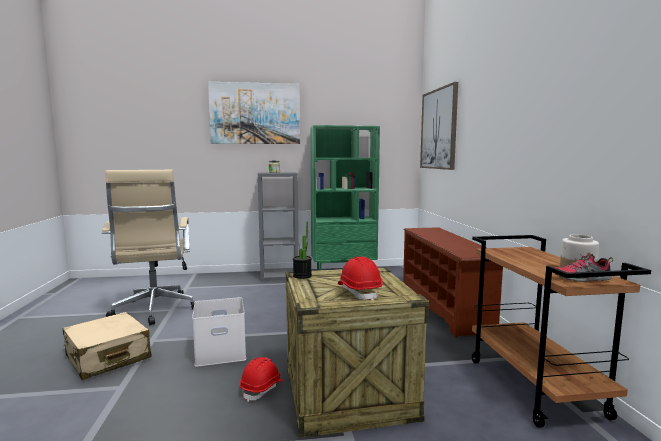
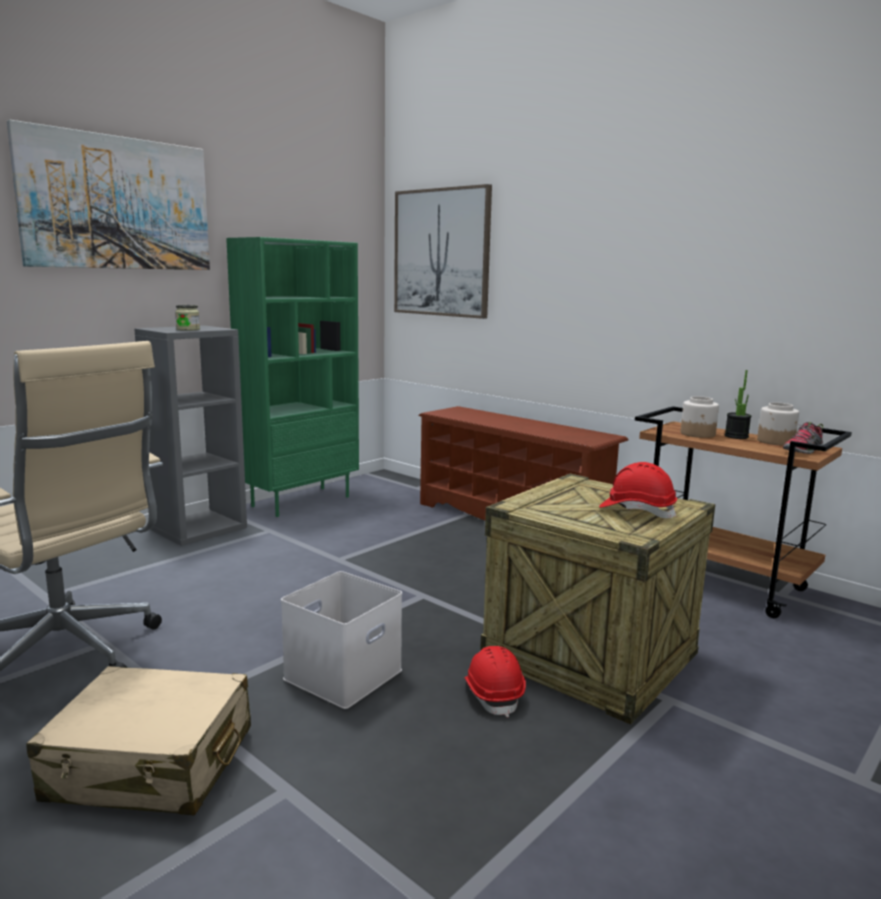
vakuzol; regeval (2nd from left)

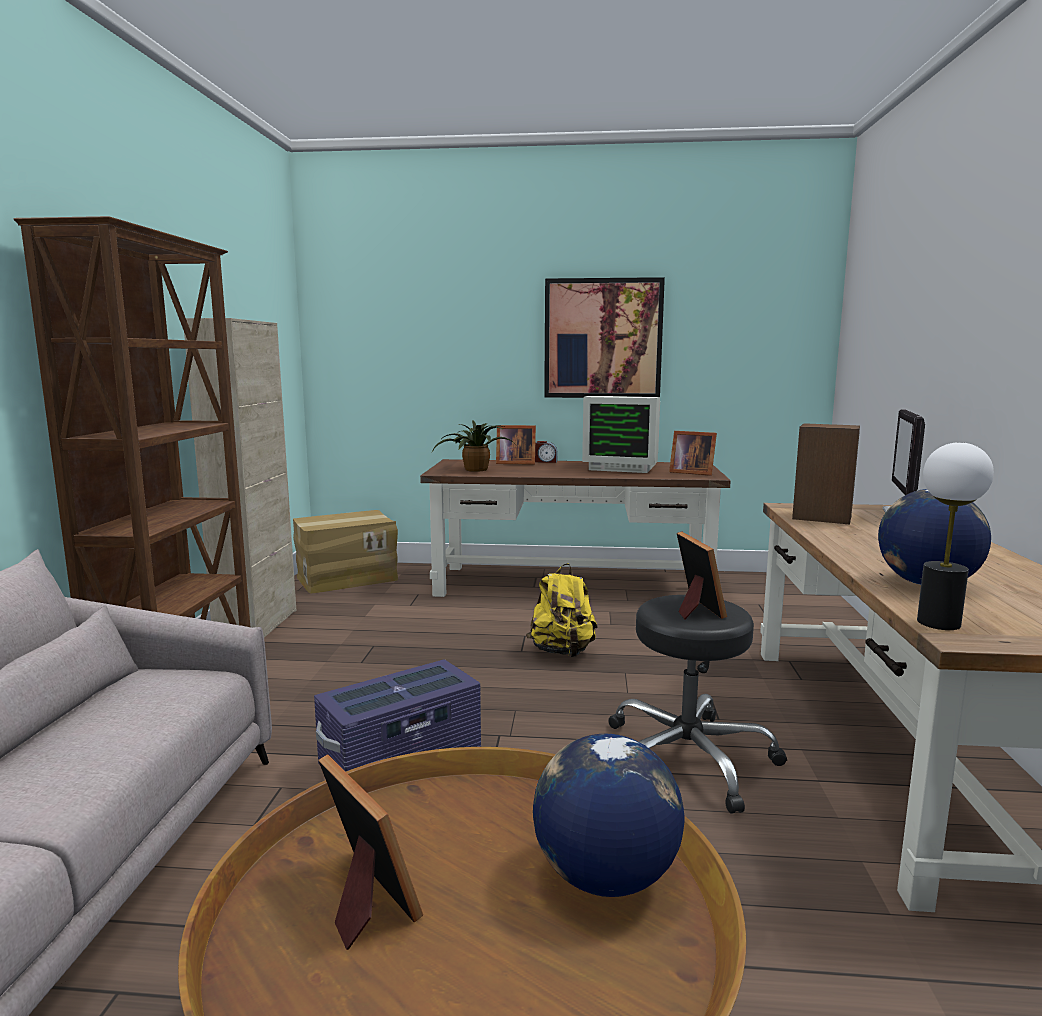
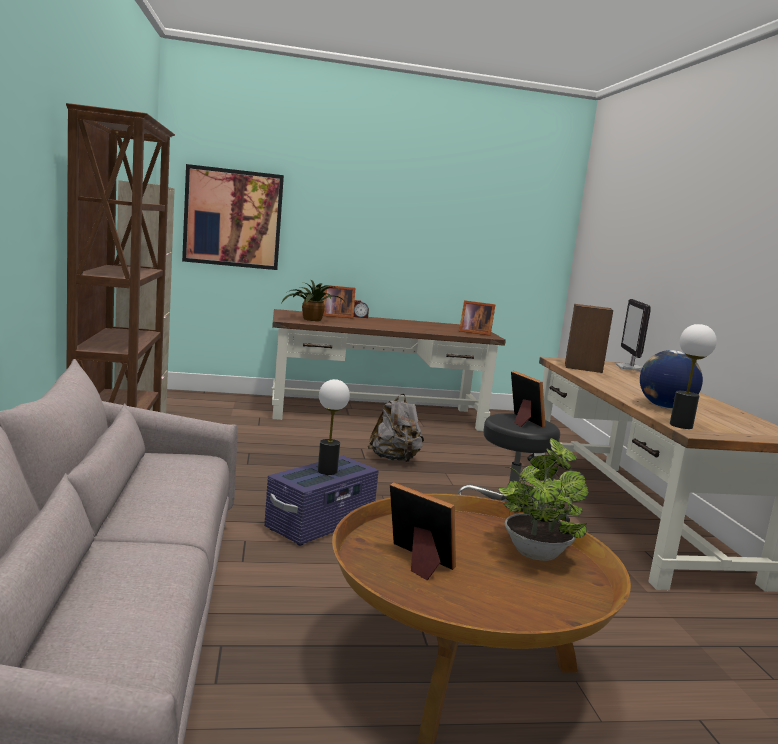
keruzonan; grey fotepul; vakuzol (2nd from left); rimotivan; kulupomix (1st from left in the first image); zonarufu (1st from left)

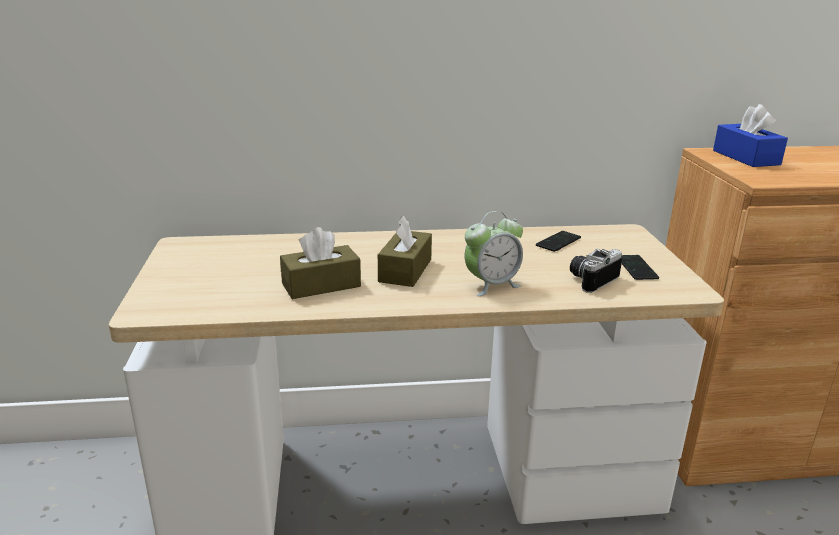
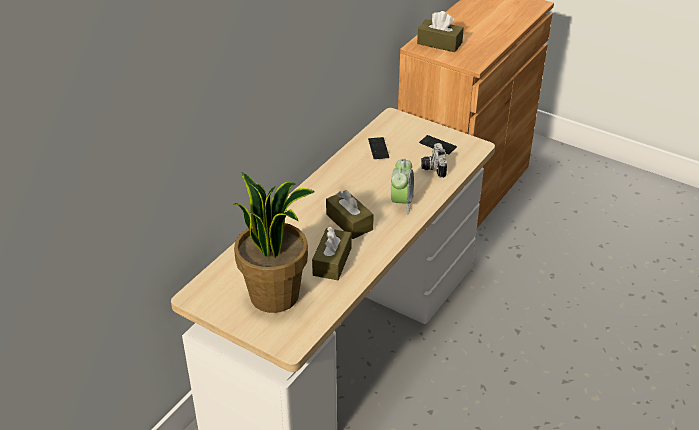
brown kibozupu (3rd from left); vakuzol

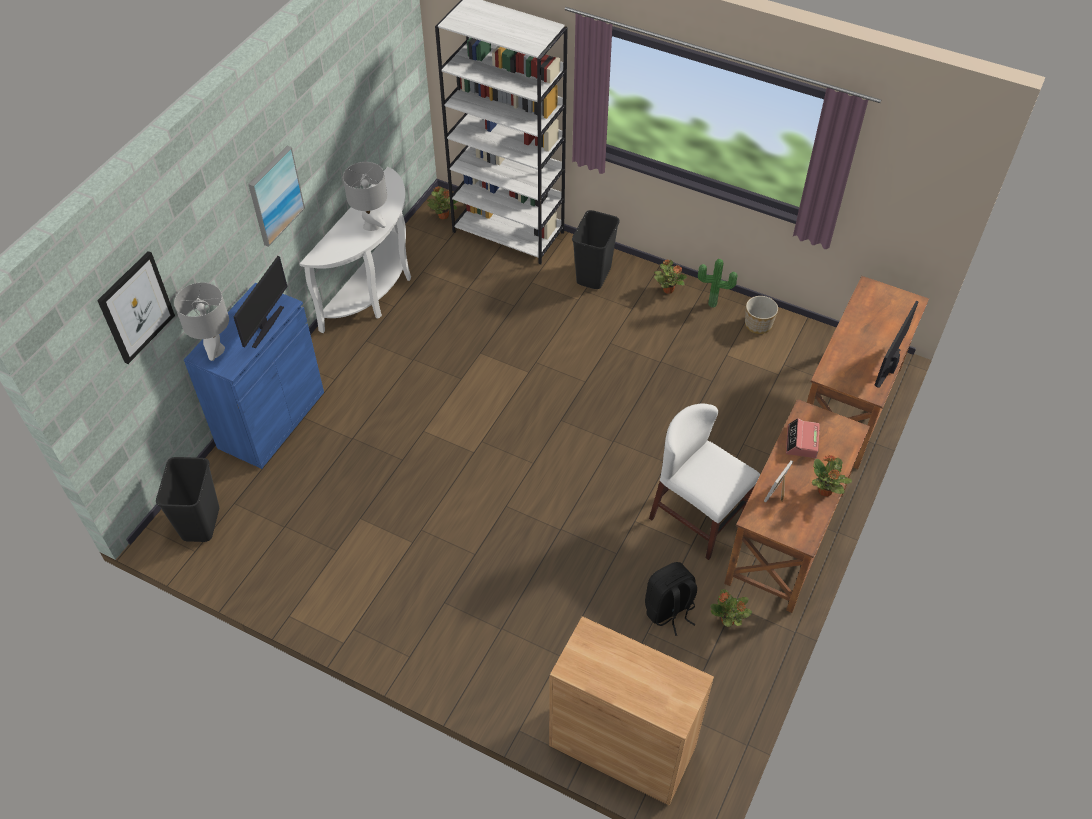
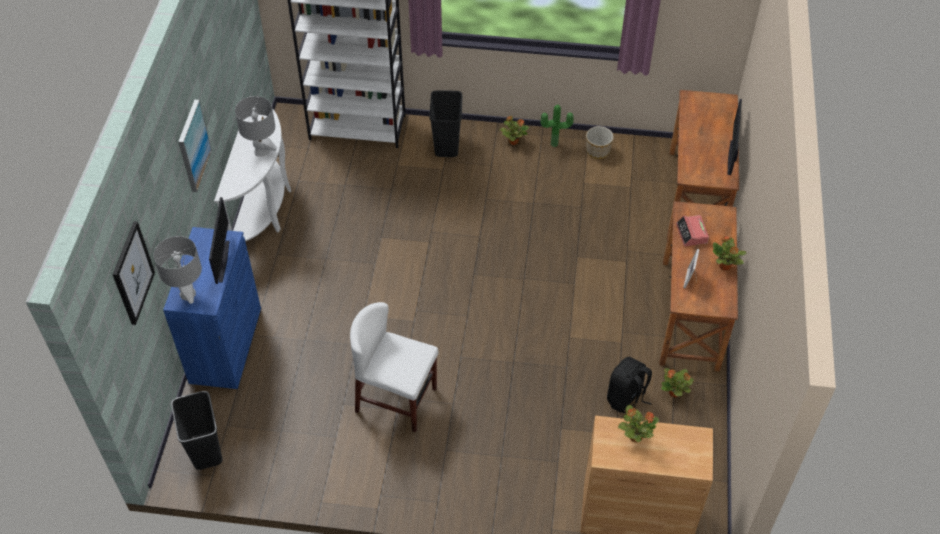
vakuzol (3rd from left); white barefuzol

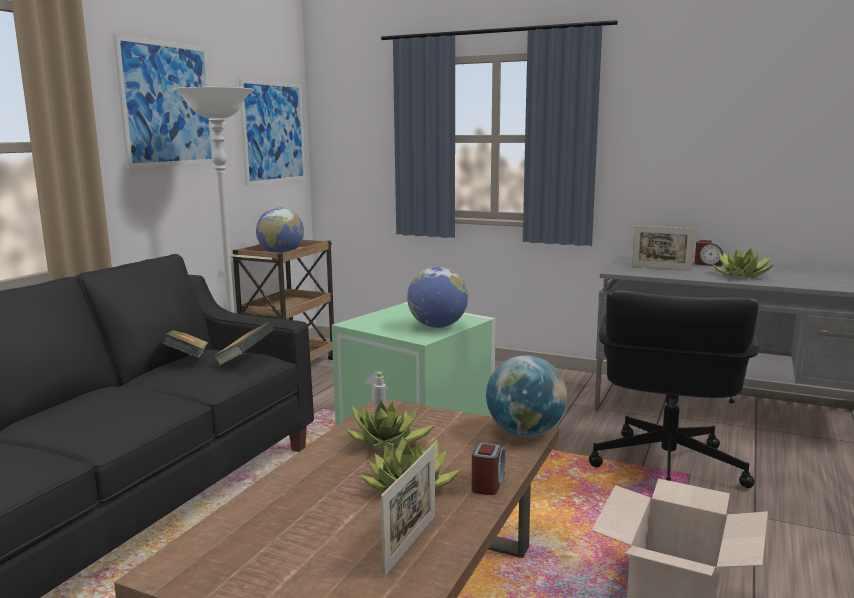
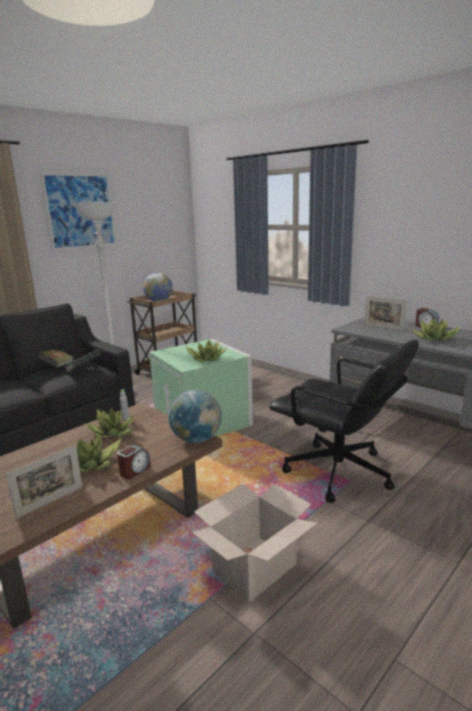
rimotivan (2nd from left in the first image); vakuzol (3rd from left); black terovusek

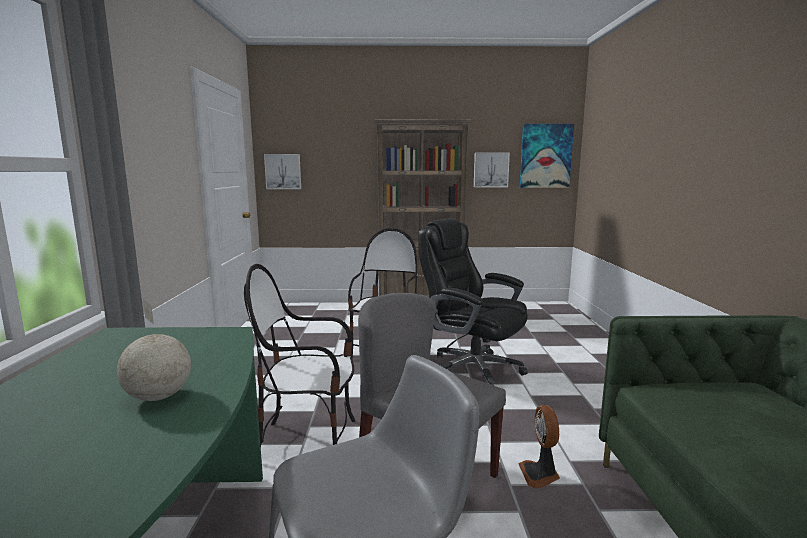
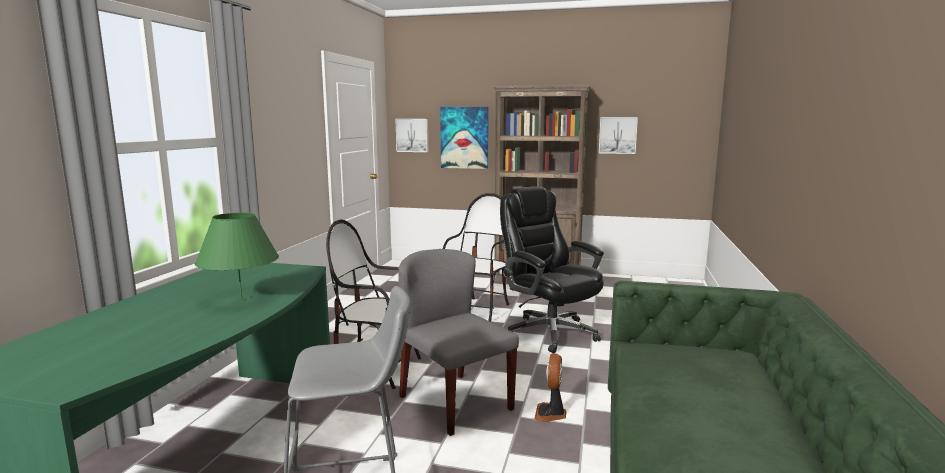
green zonarufu; rimotivan (2nd from left)

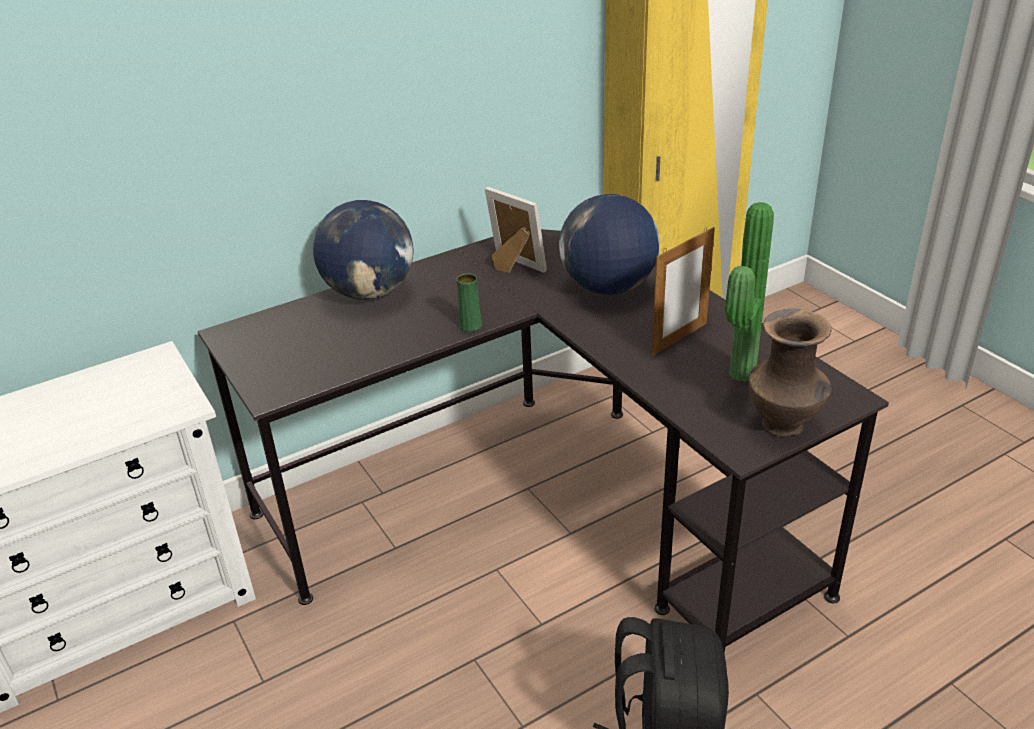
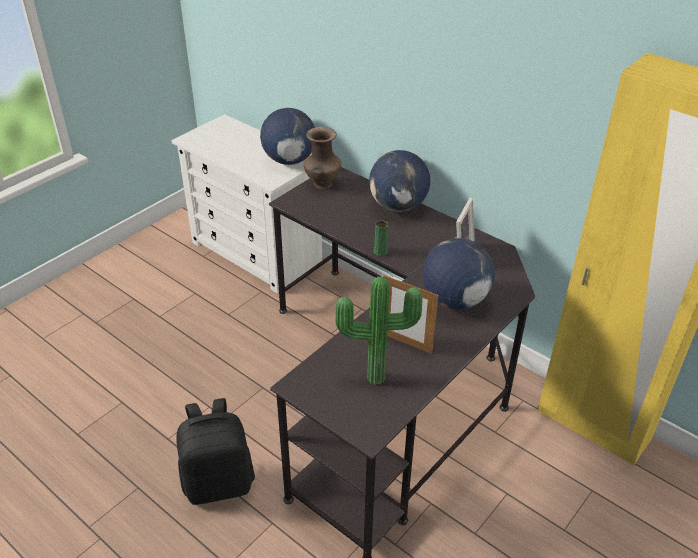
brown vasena; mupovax (1st from left)

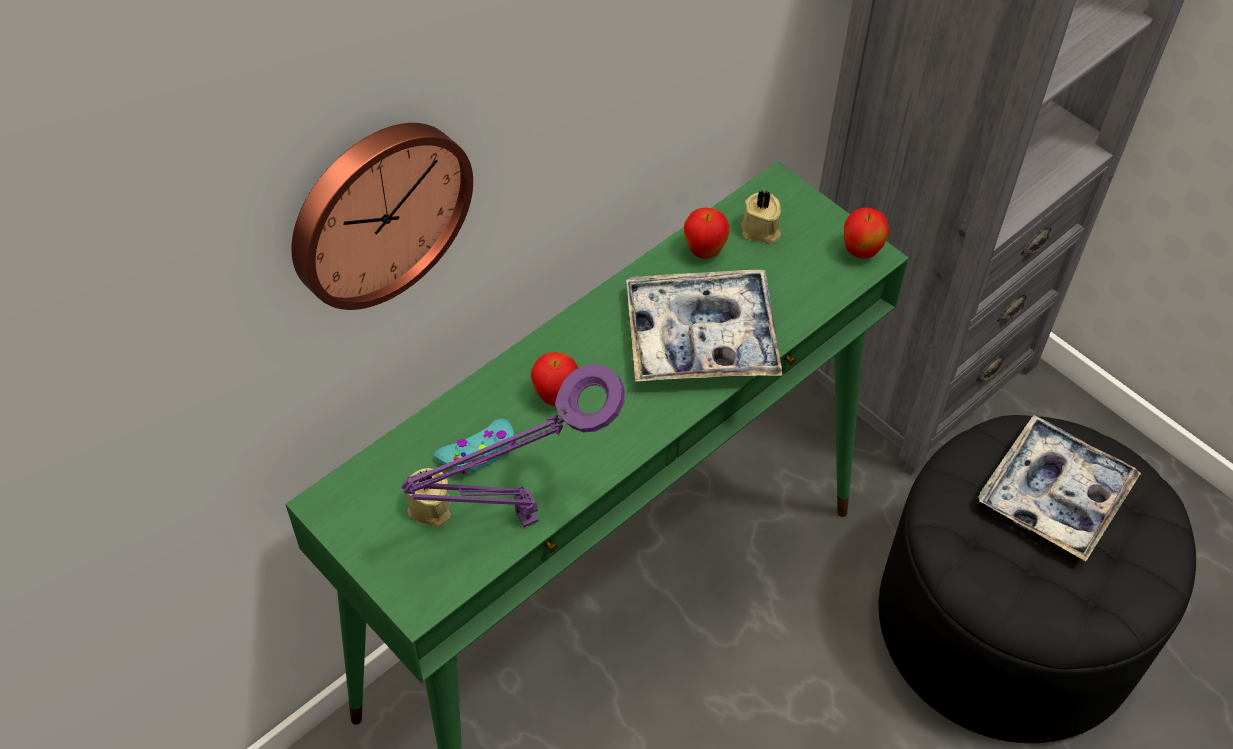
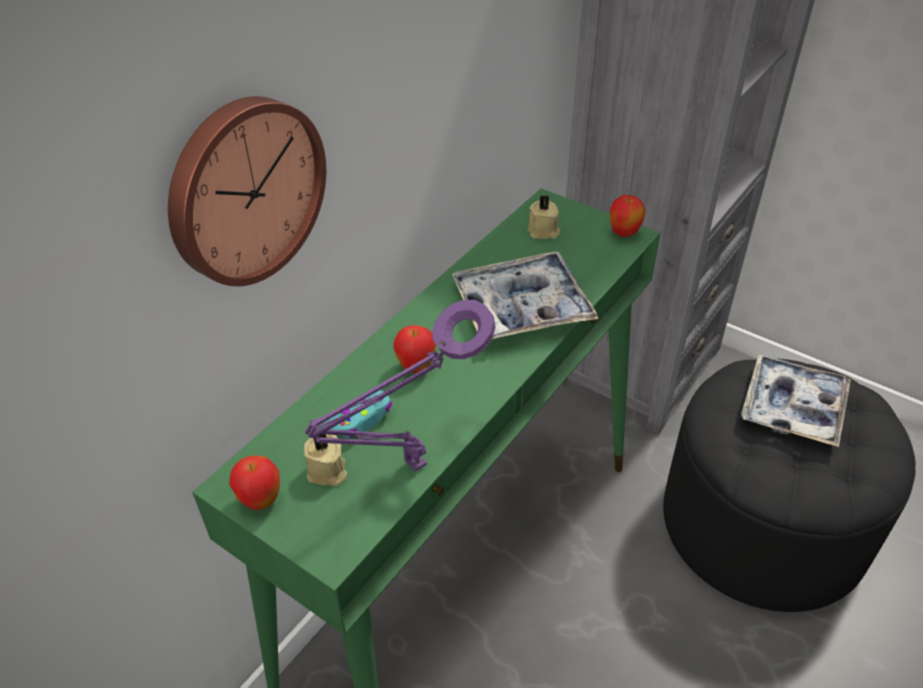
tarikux (1st from left)

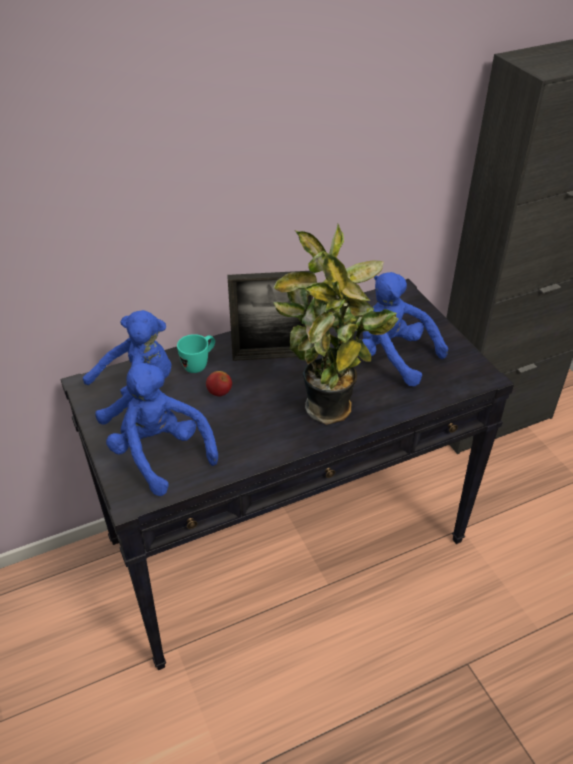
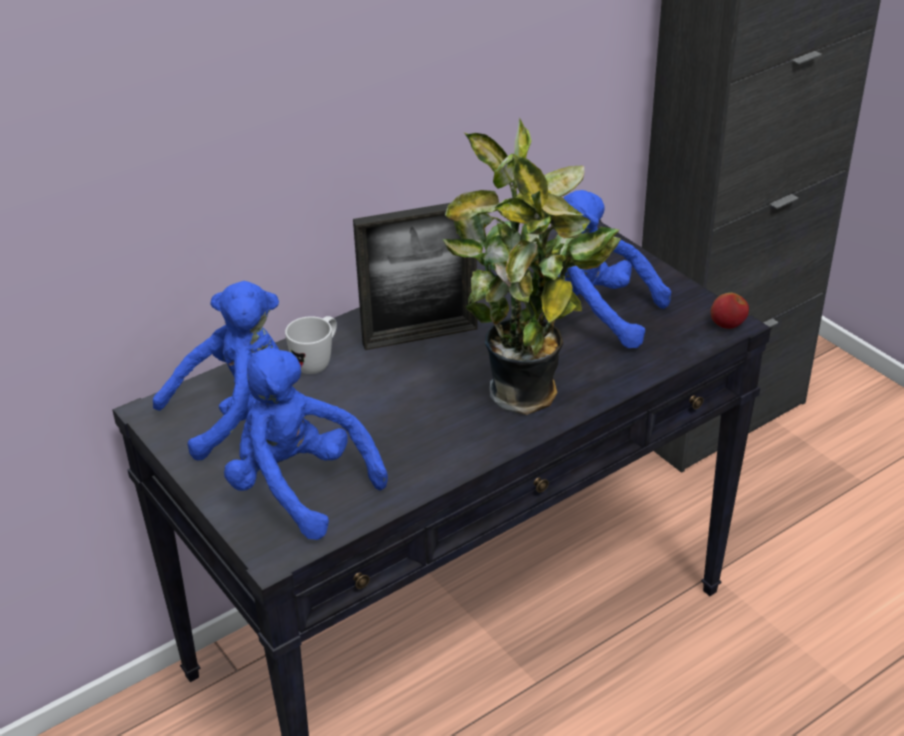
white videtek; tarikux

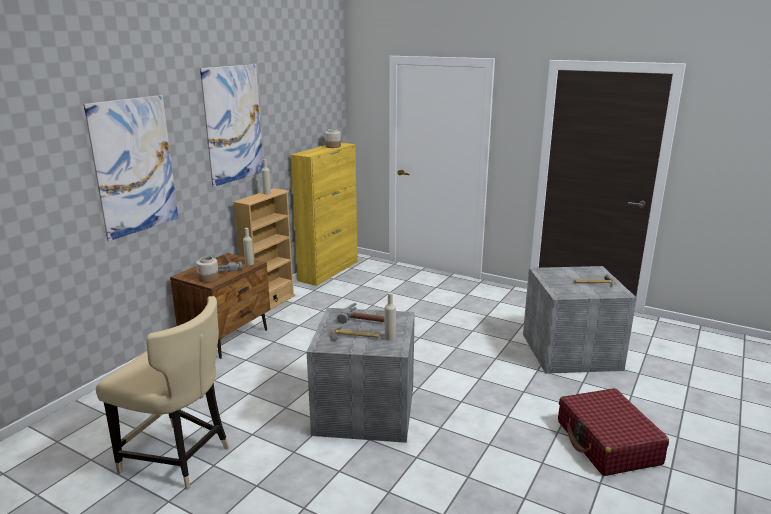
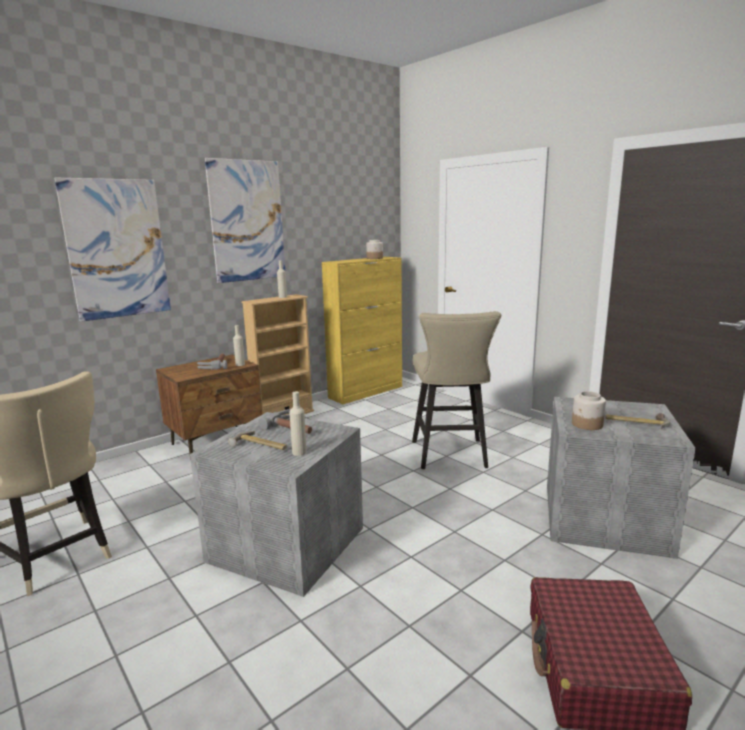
regeval (2nd from left); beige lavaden

